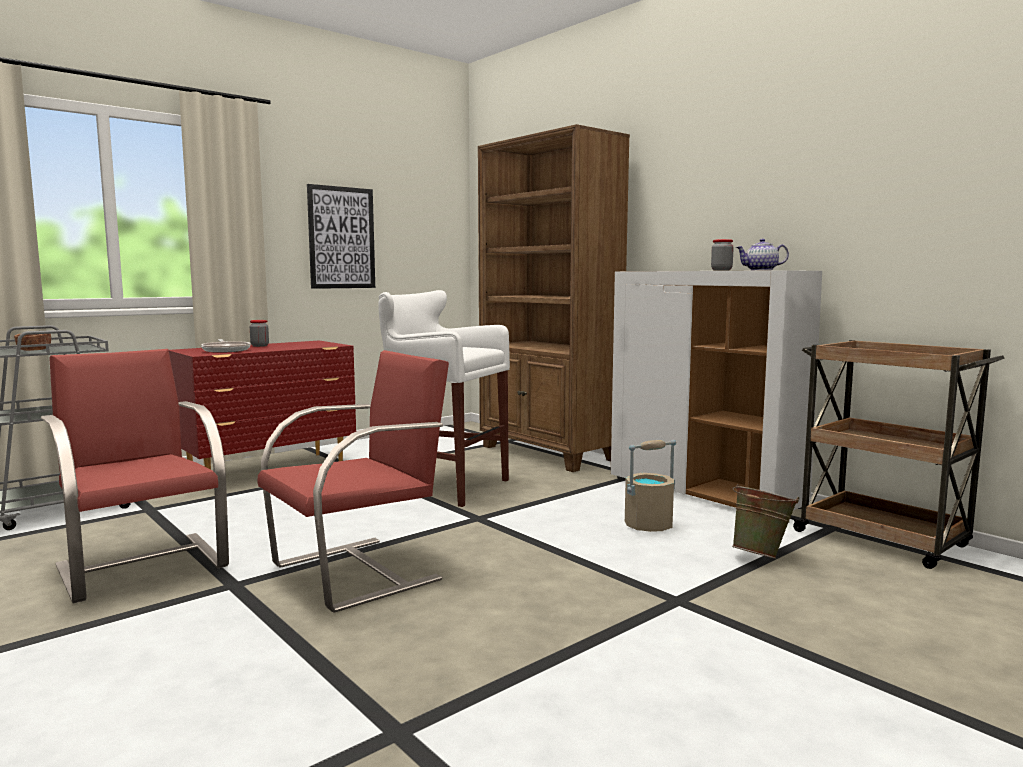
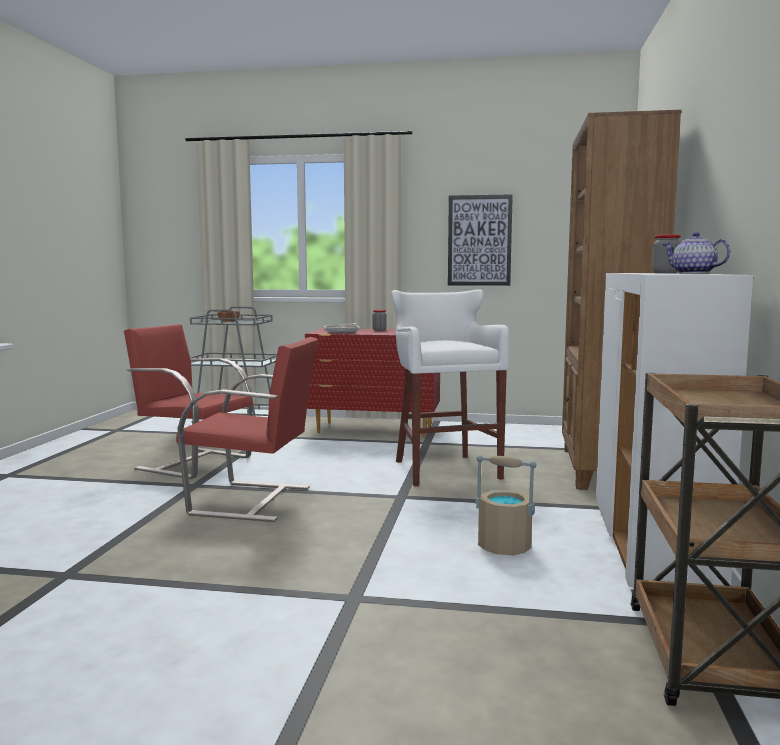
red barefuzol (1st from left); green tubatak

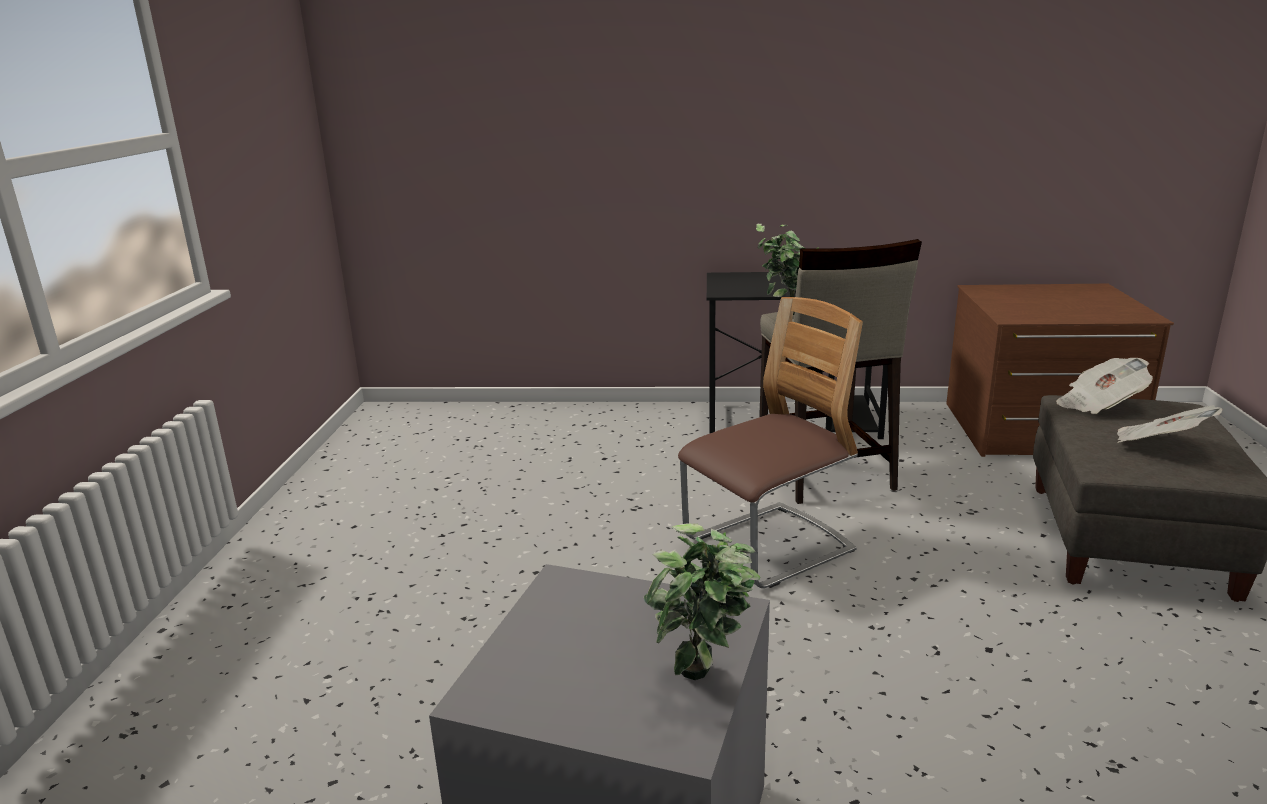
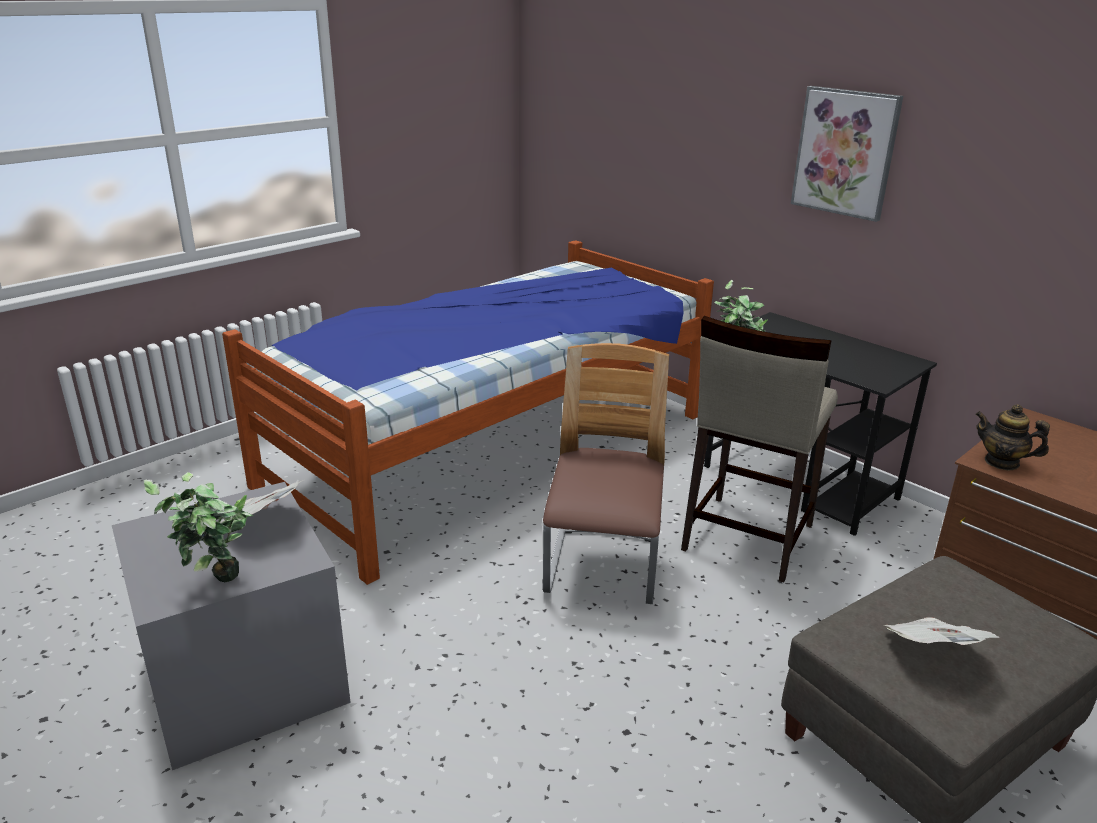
barefuzol; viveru (1st from left); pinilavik; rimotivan; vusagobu

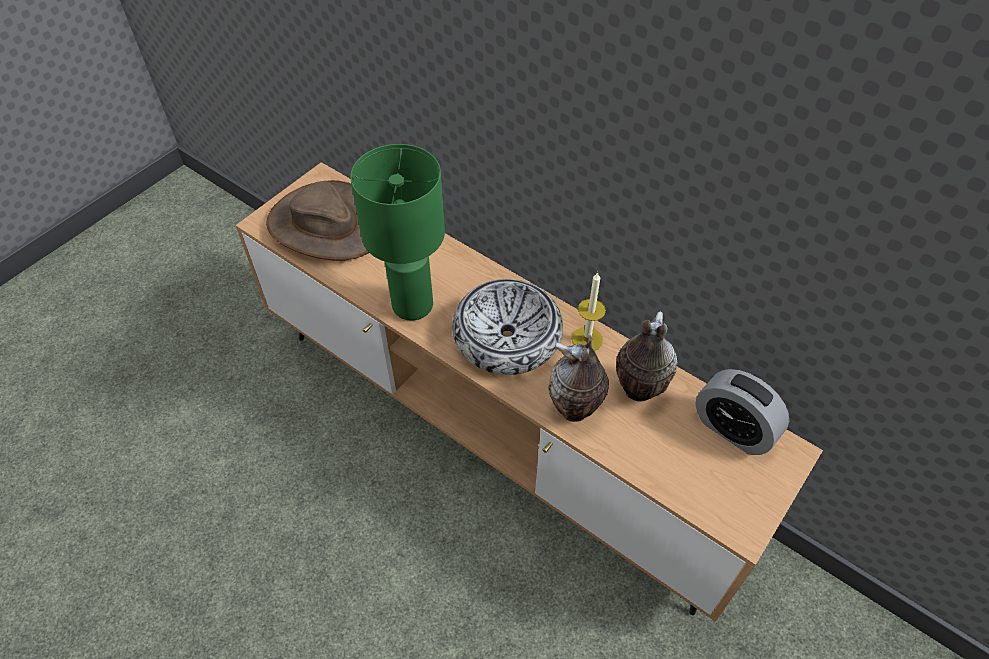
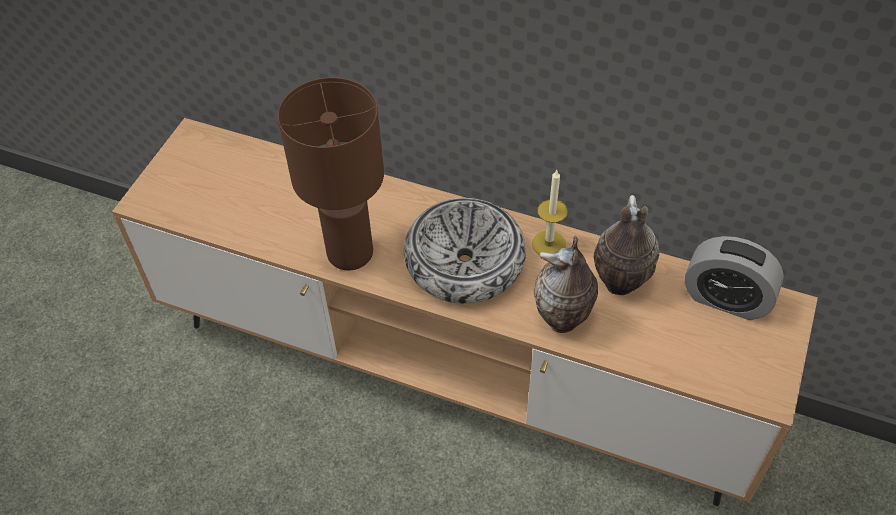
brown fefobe; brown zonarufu

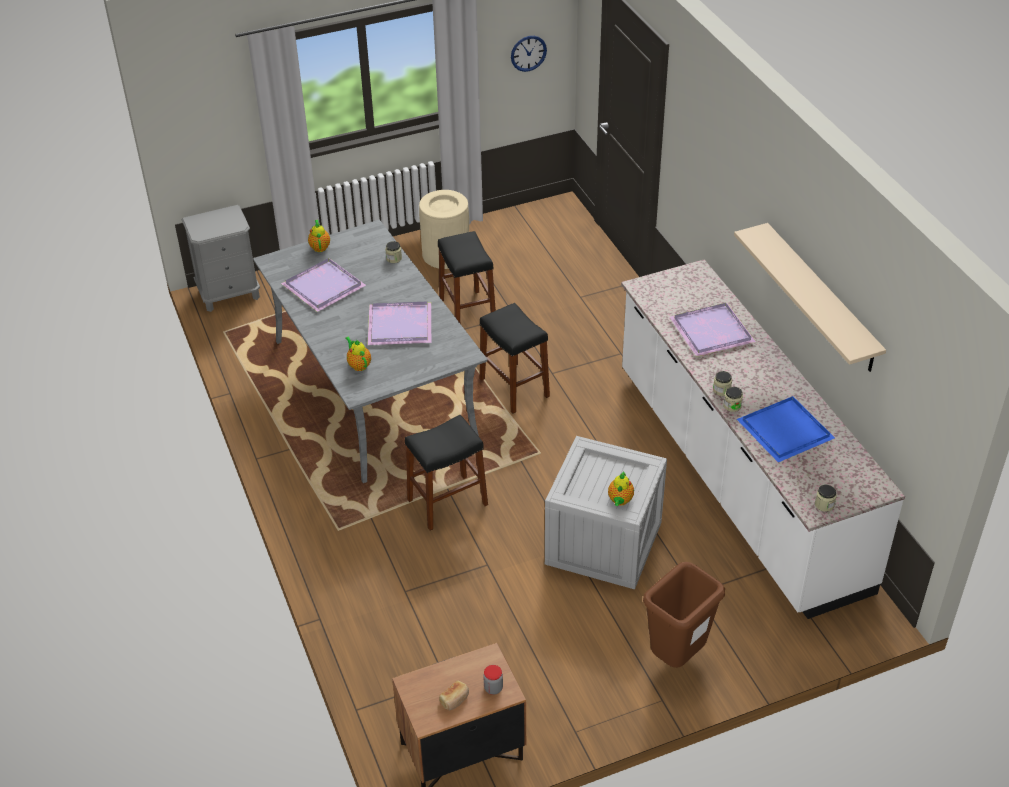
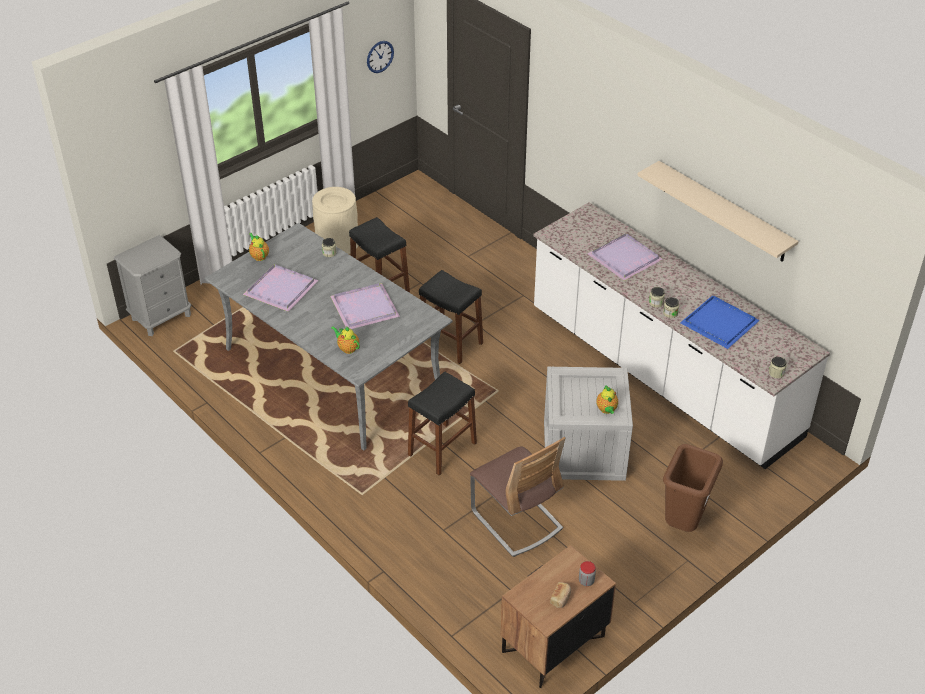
barefuzol

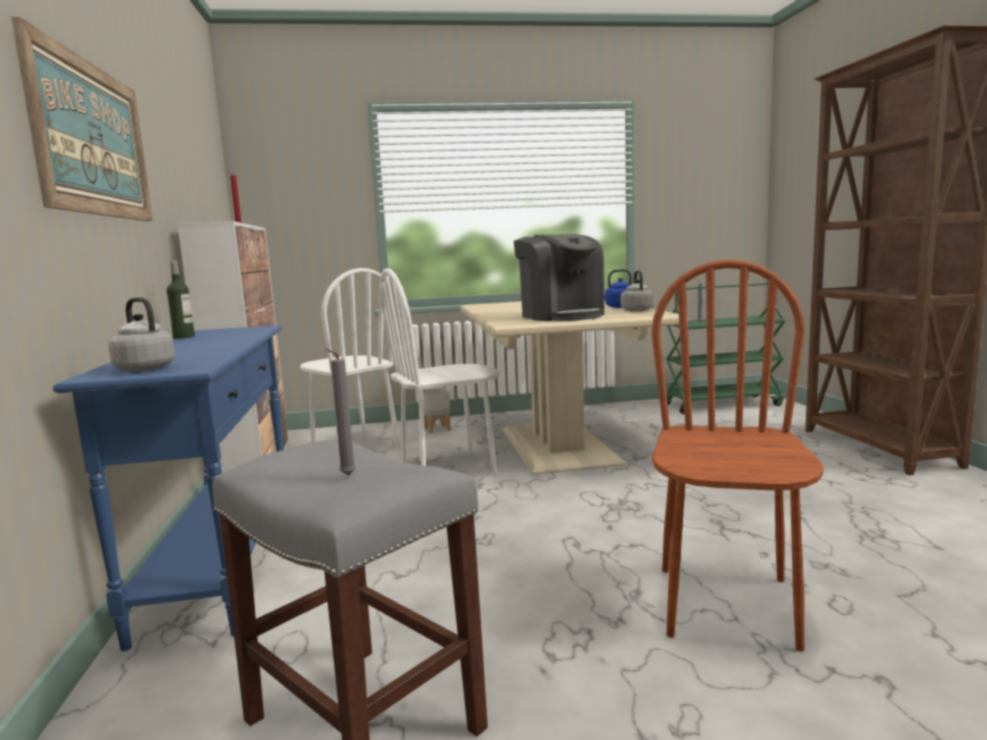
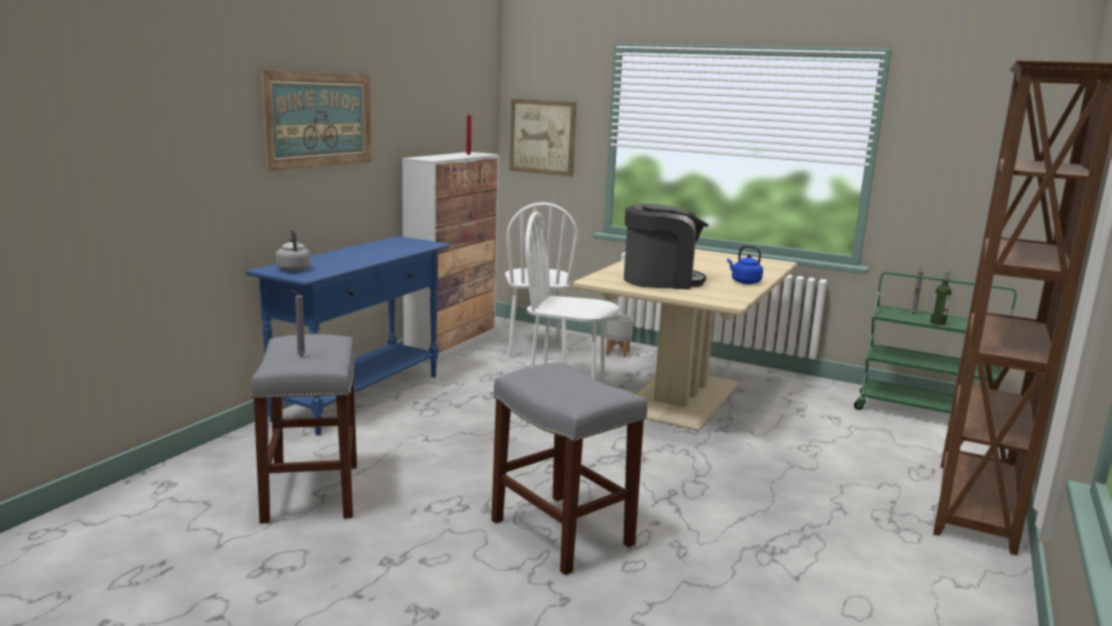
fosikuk; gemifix; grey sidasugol (2nd from left in the first image); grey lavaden (2nd from left); rimotivan (2nd from left)

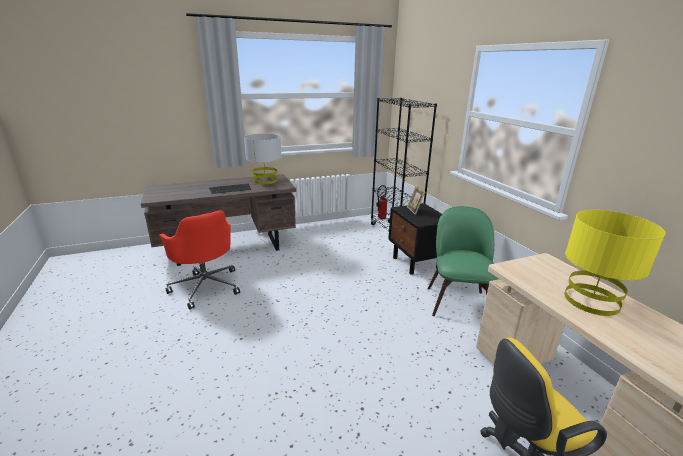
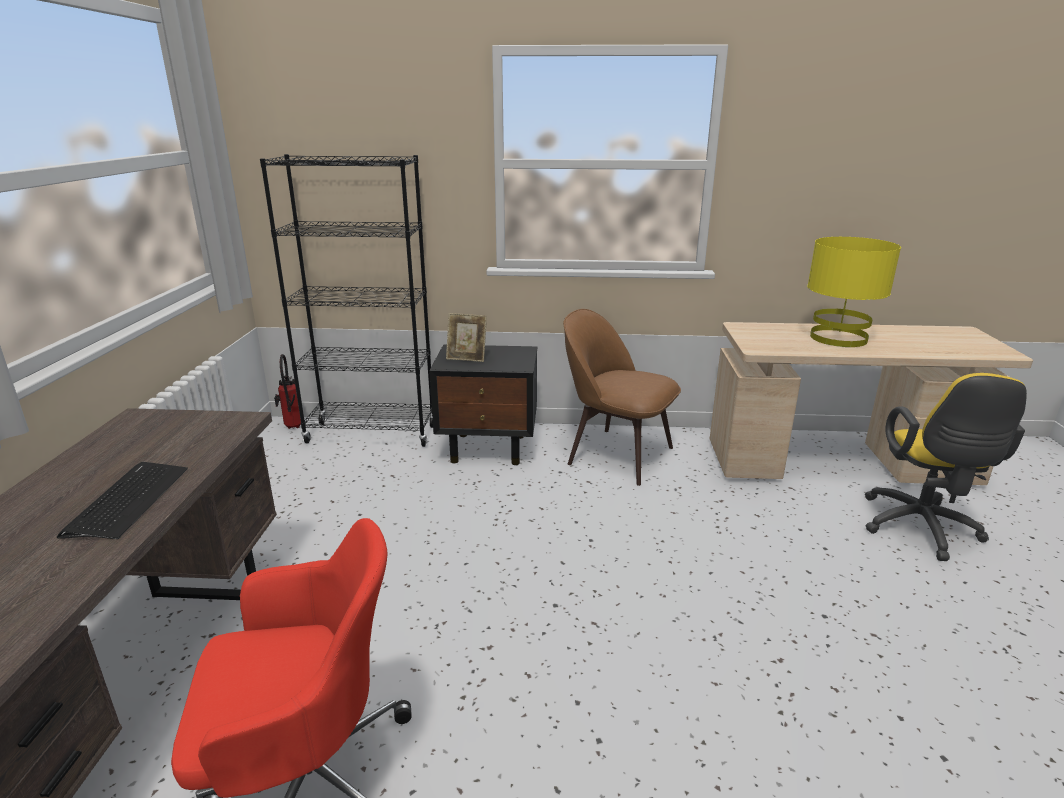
grey zonarufu; brown barefuzol

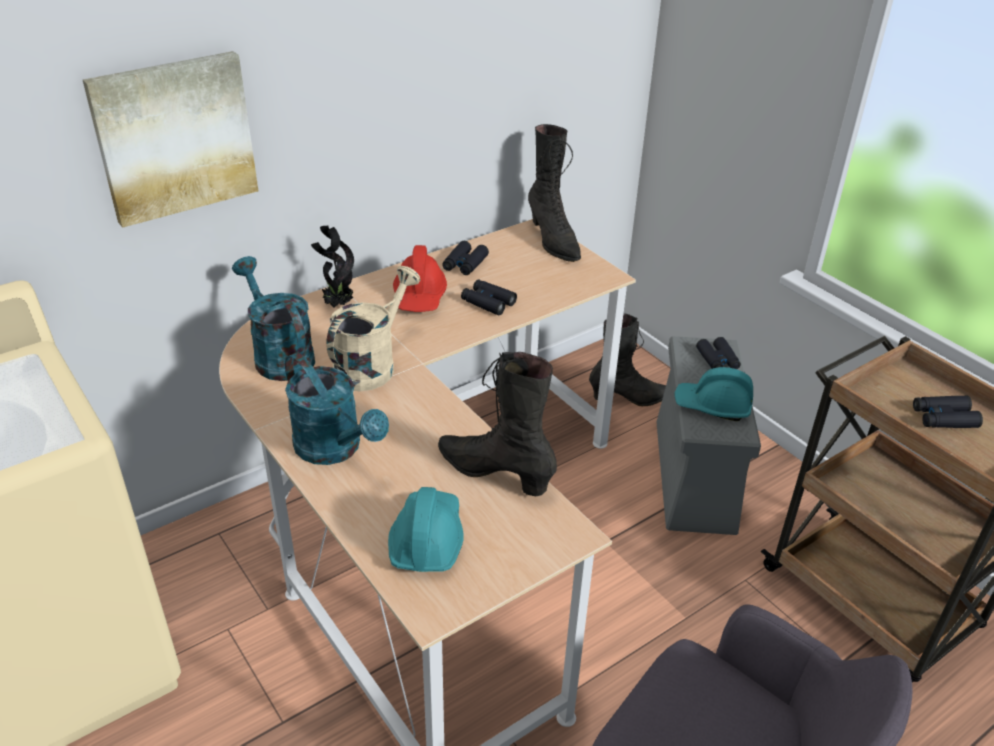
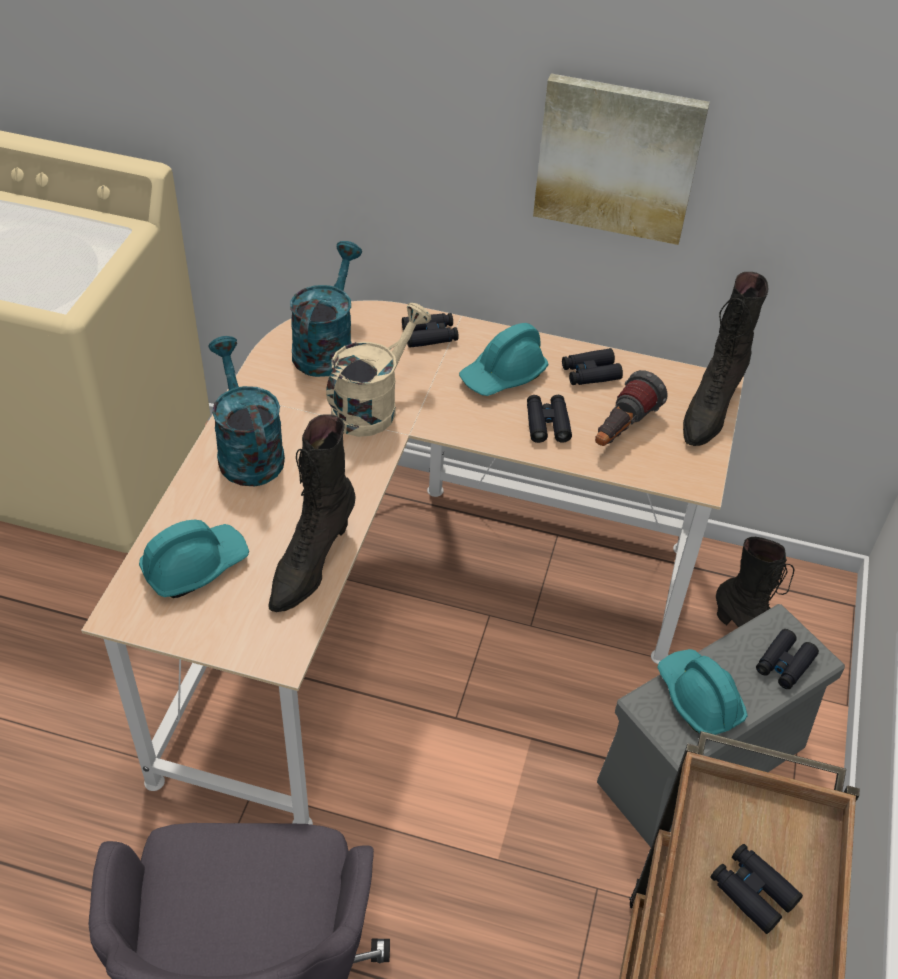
rimotivan; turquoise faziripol (1st from left); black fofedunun (1st from left); beige faziripol; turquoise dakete (2nd from left); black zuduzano (1st from left); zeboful

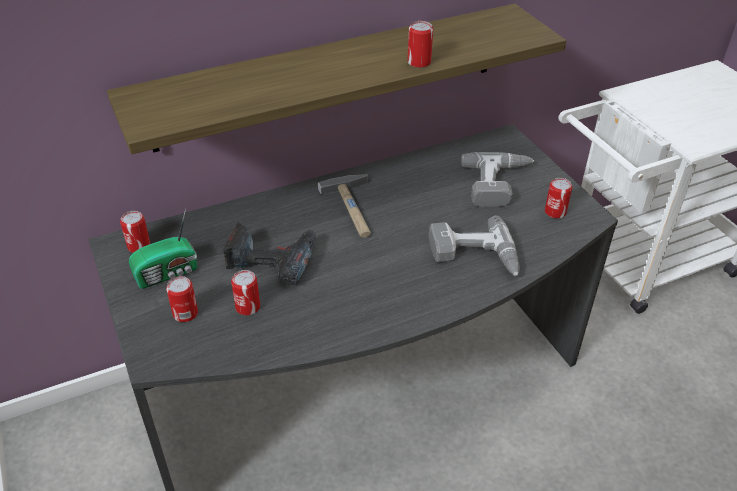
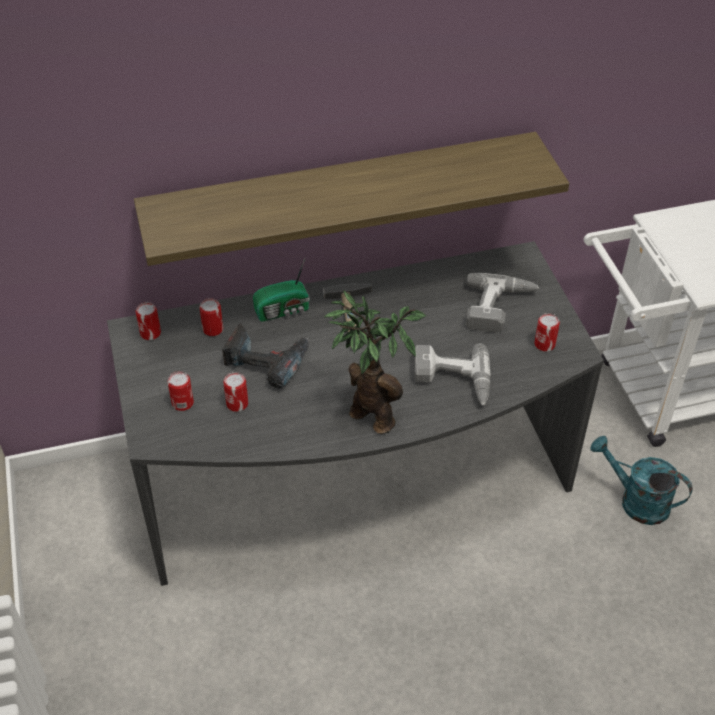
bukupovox; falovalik (3rd from left); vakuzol; turquoise faziripol

